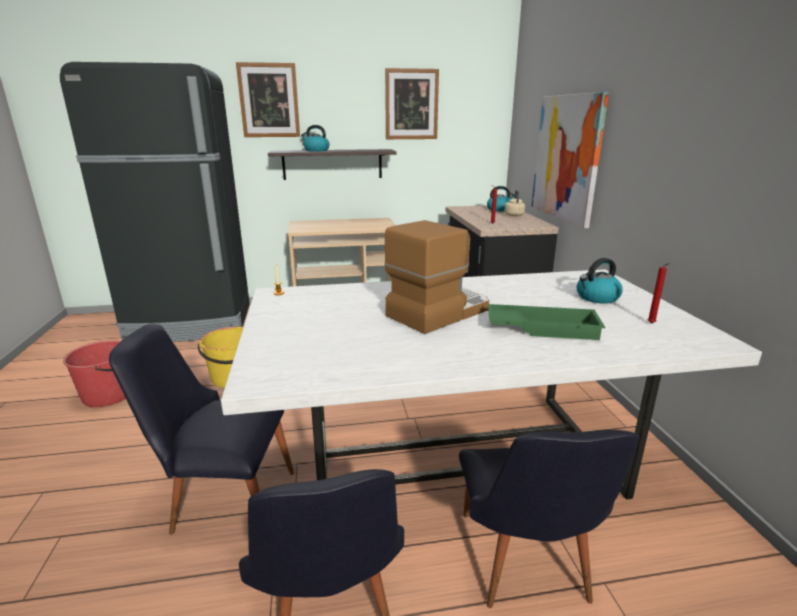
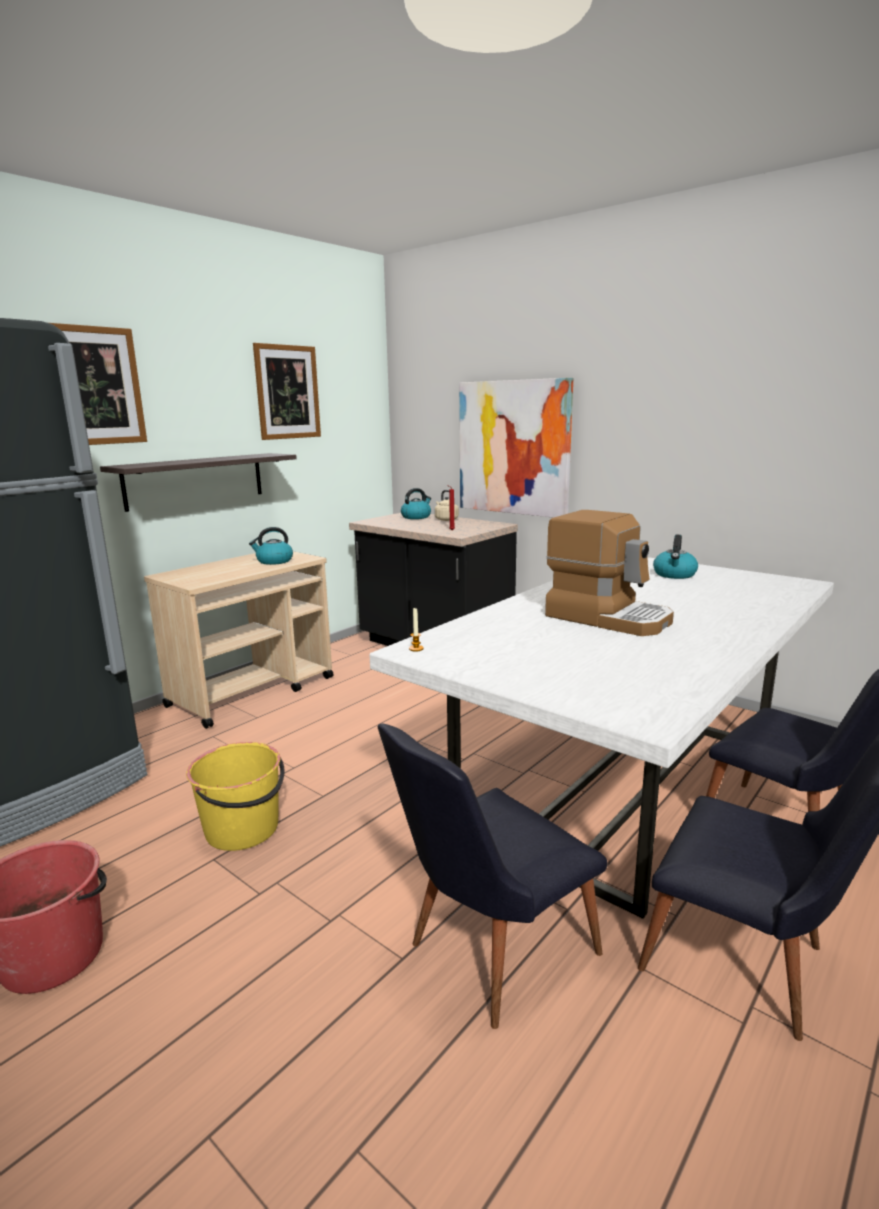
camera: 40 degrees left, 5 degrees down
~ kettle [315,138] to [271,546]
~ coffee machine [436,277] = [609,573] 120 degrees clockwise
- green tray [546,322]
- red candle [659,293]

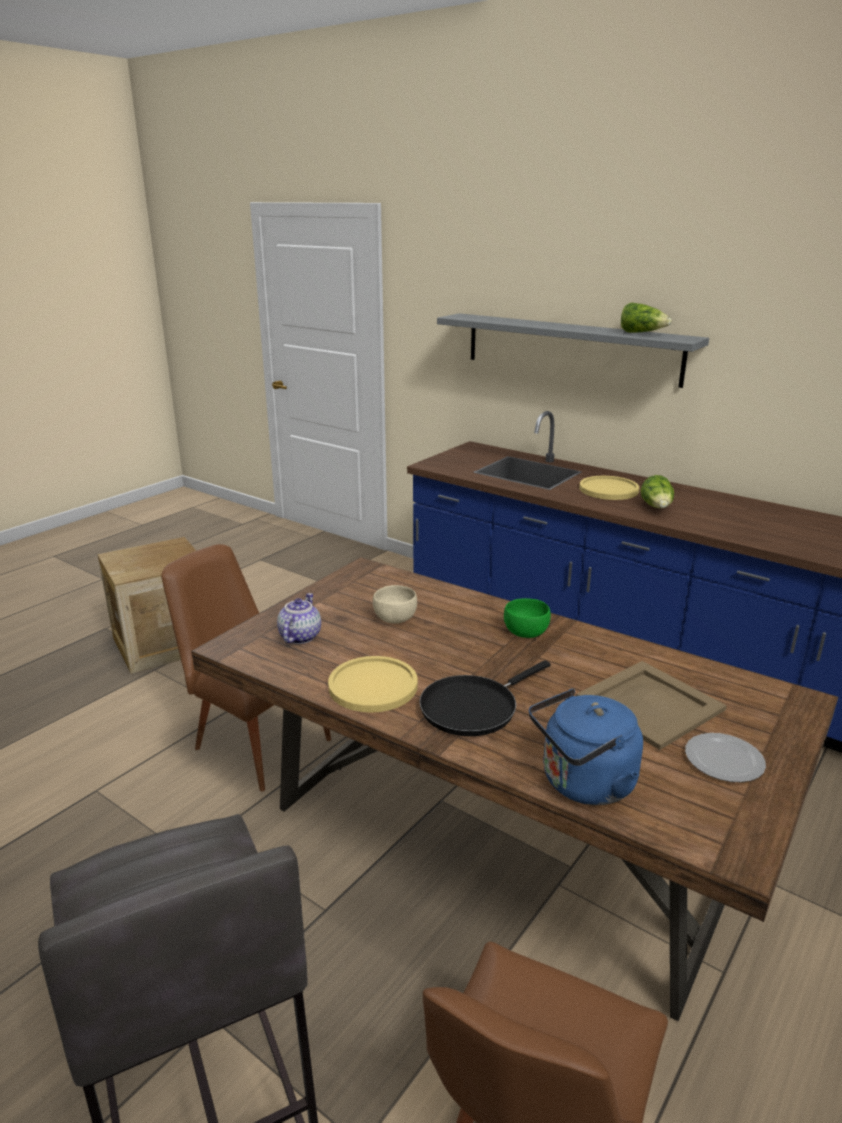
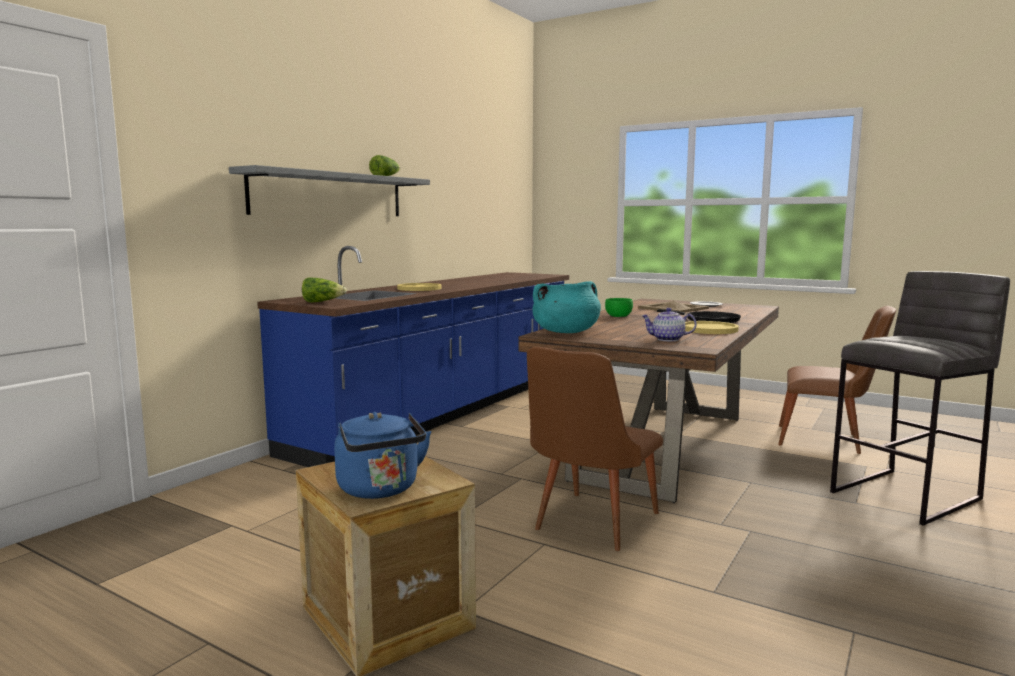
camera: 95 degrees left, 15 degrees down
- beige bowl [395,604]
~ blue kettle [586,747] to [382,455]
~ lettuce [657,491] to [324,289]
+ turquoise cooking pot [566,307]

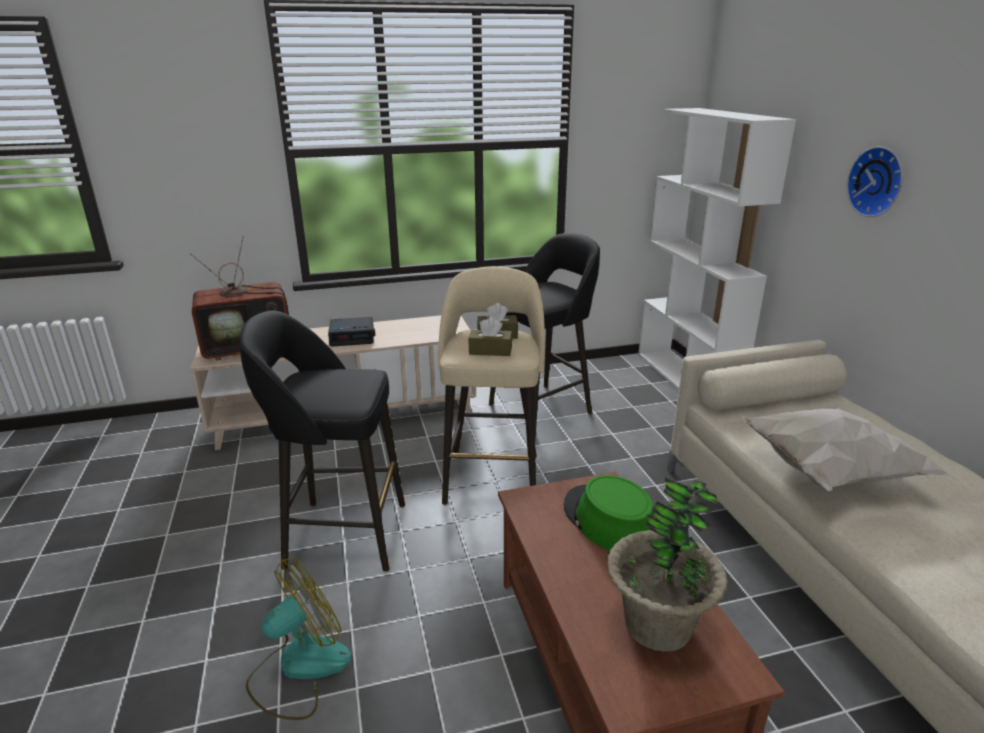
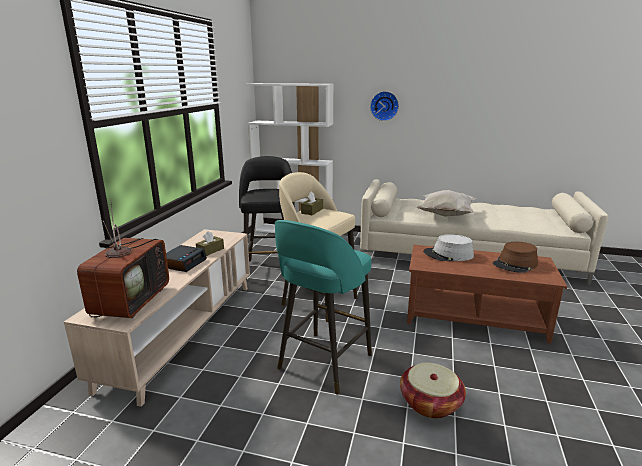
camera: 60 degrees left, 5 degrees down
~ black stool [322,441] to turquoise stool [323,307]
~ fan [299,639] to basket [433,390]
~ brown tissue box [490,336] to [210,243]
~ green hat [609,513] to grey hat [448,247]
~ potted plant [667,565] to brown hat [515,257]

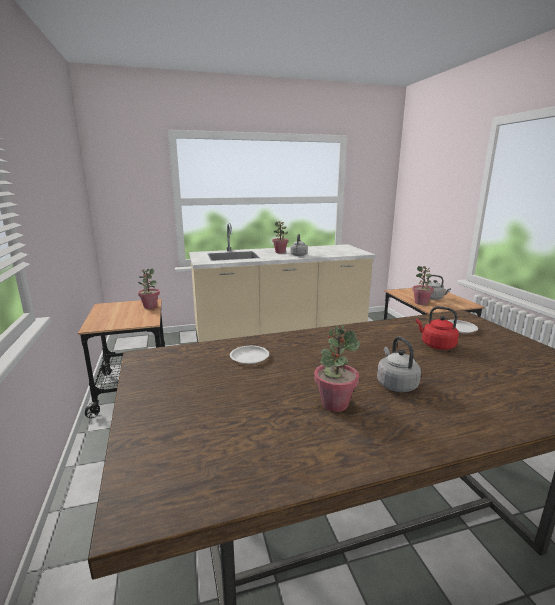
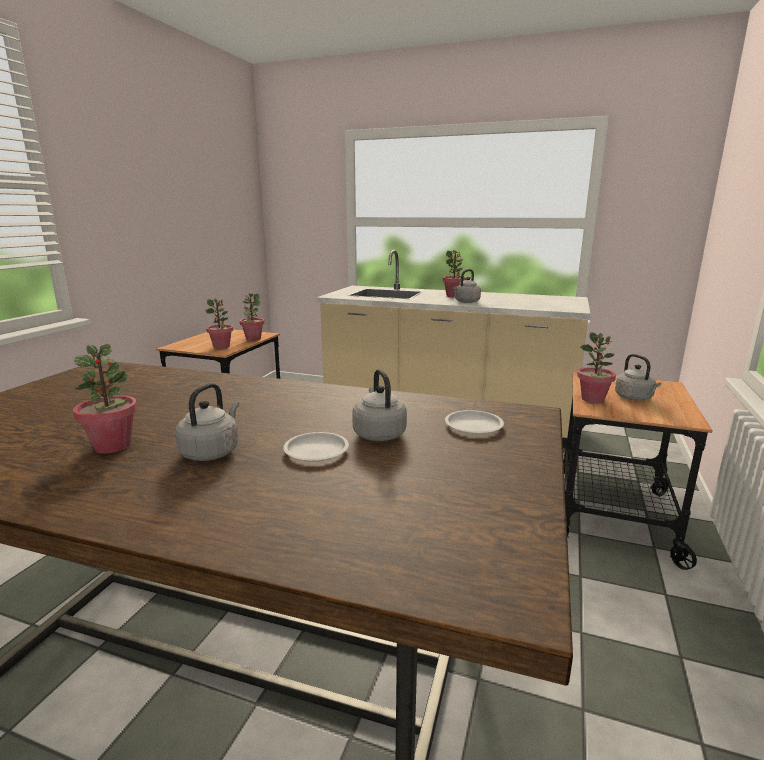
camera: 35 degrees right, 0 degrees up
~ white plate [249,355] to [316,447]
~ red kettle [437,328] to grey kettle [379,405]
+ potted plant [219,323]

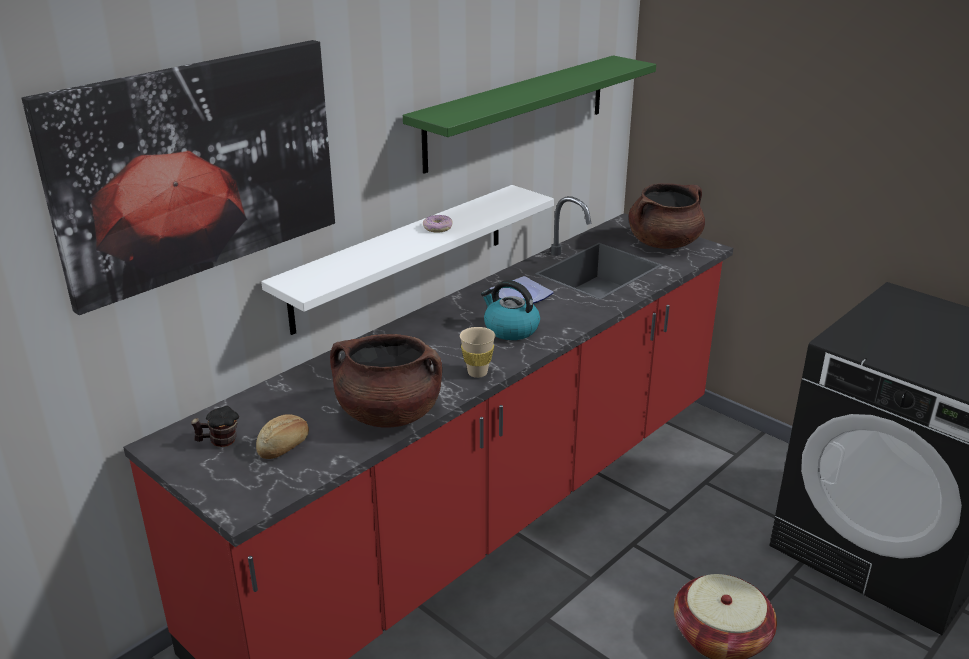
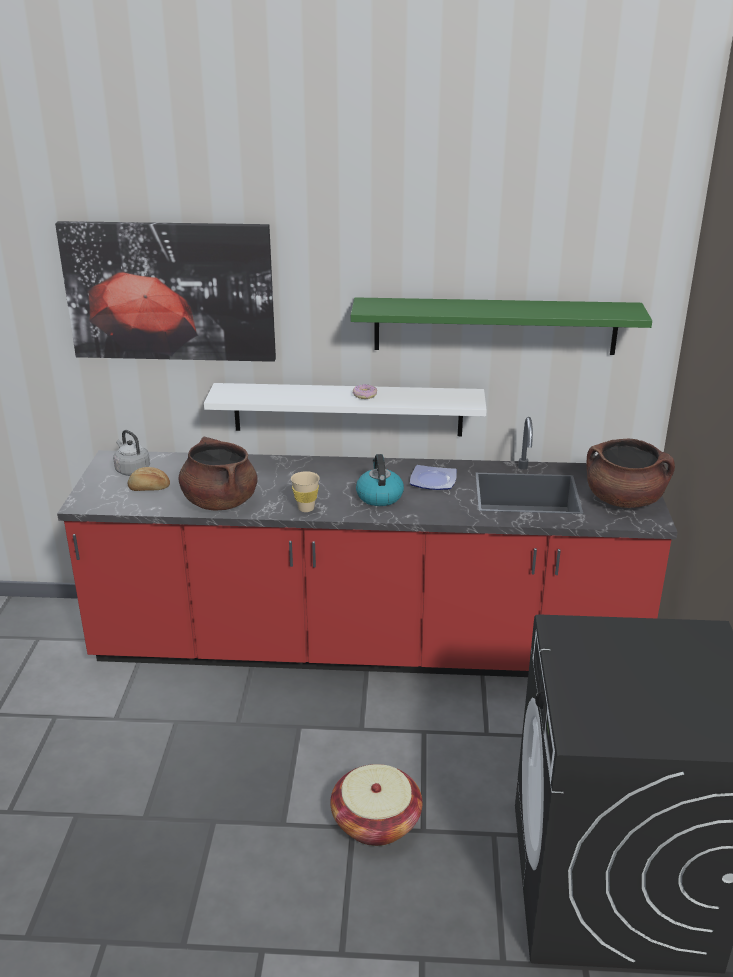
camera: 50 degrees right, 0 degrees up
~ mug [215,426] to grey kettle [131,453]

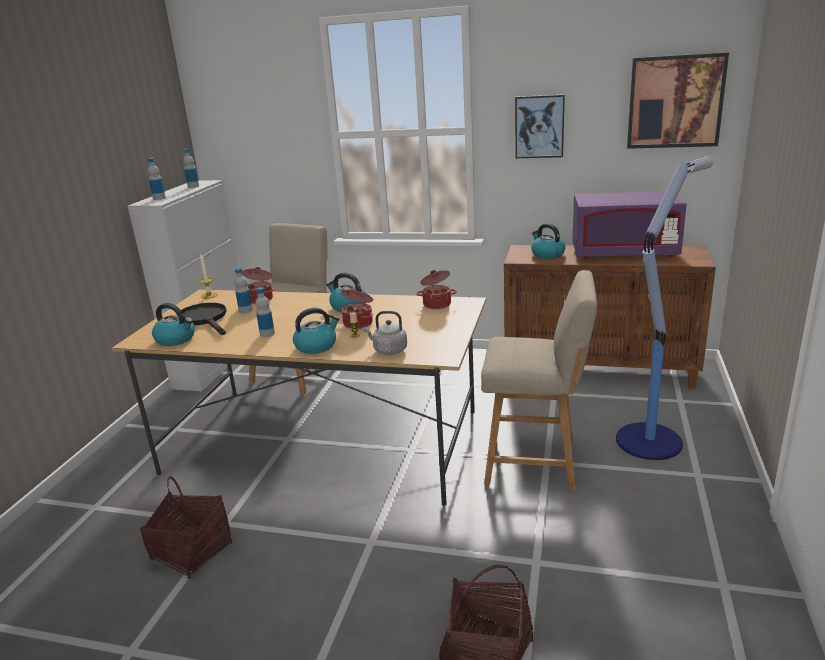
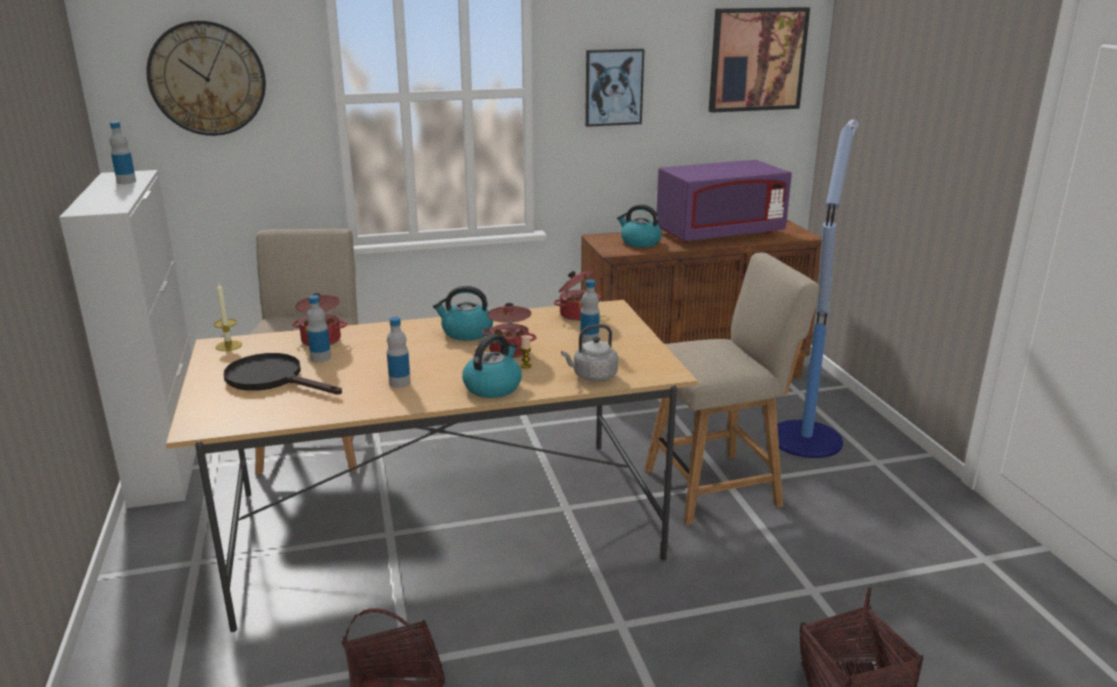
camera: 30 degrees left, 0 degrees up
~ bottle [157,179] to [590,311]
- kettle [173,324]
+ wall clock [206,78]

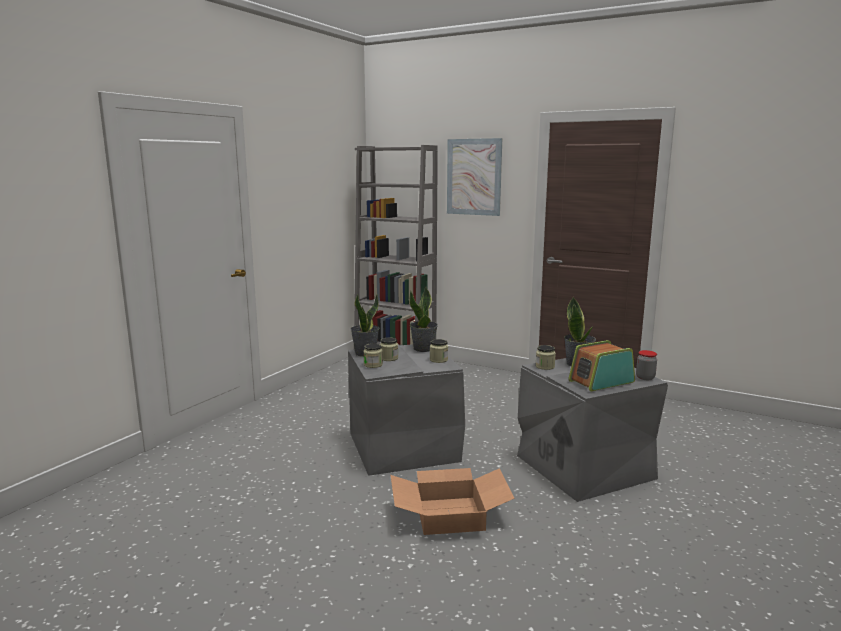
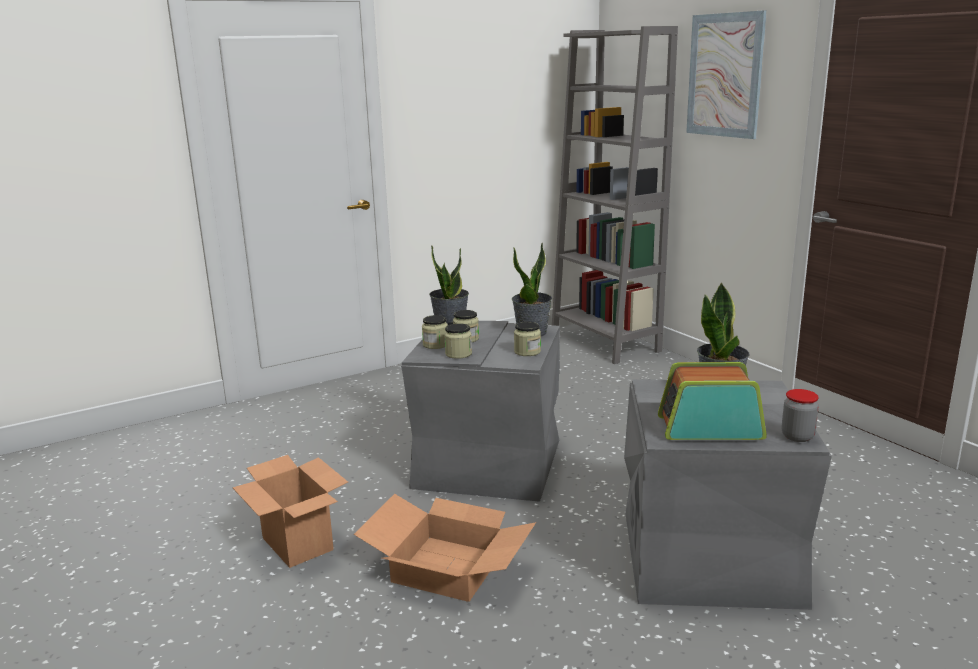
camera: 30 degrees right, 5 degrees up
~ jar [546,357] to [458,341]
+ cardboard box [290,511]

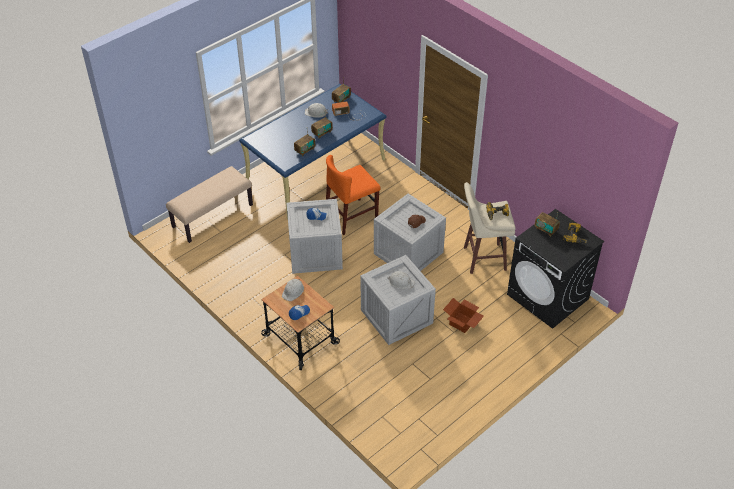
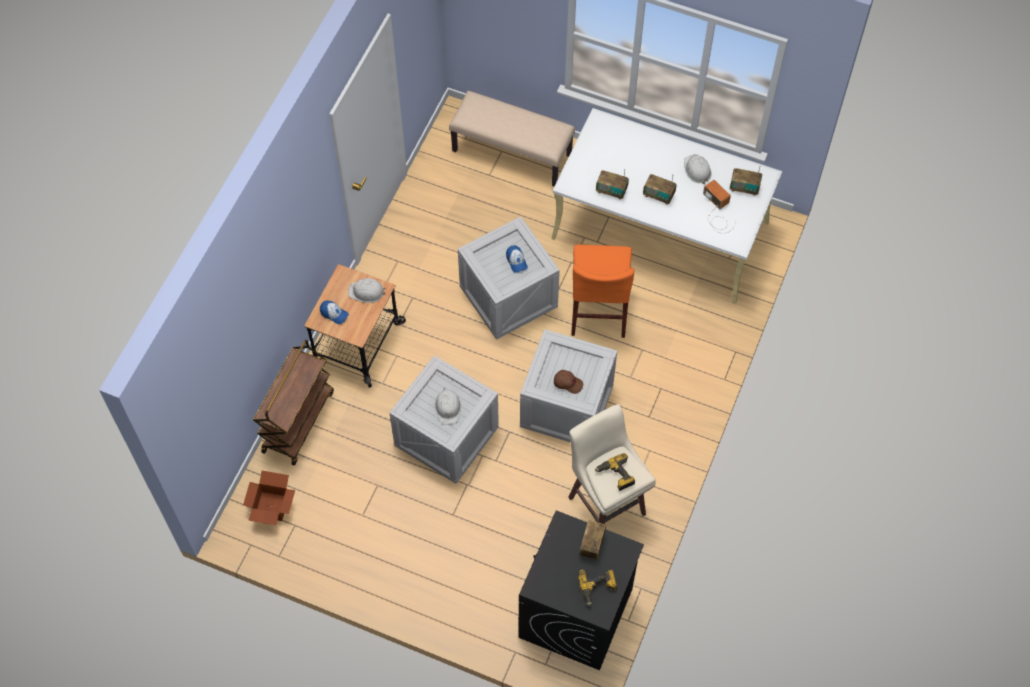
camera: 65 degrees right, 15 degrees up
~ blue desk [312,151] to white desk [666,206]
~ orange chair [353,195] = [602,291] 120 degrees counterclockwise
~ cardboard box [463,315] to [269,498]
+ brown cart [293,403]

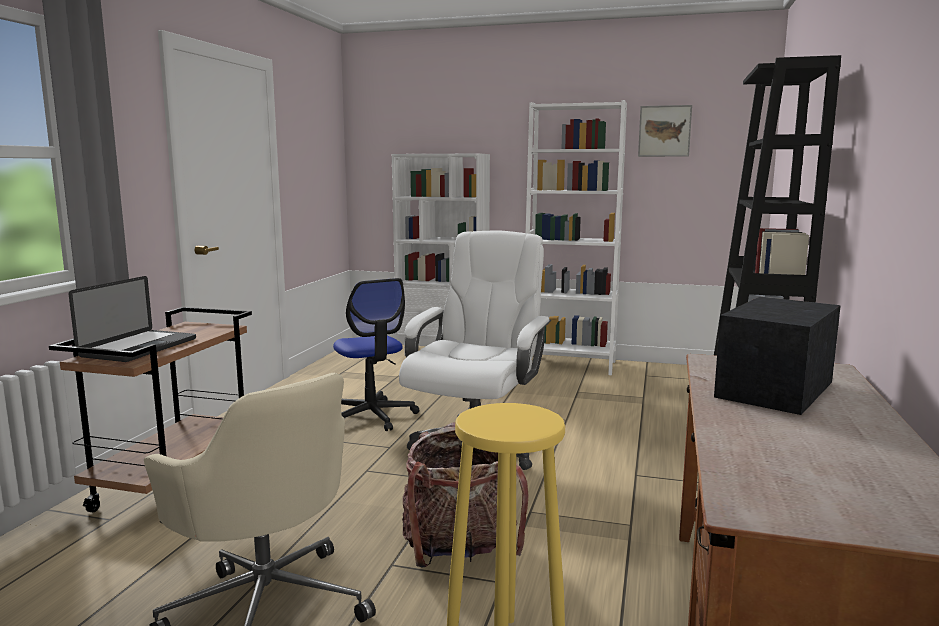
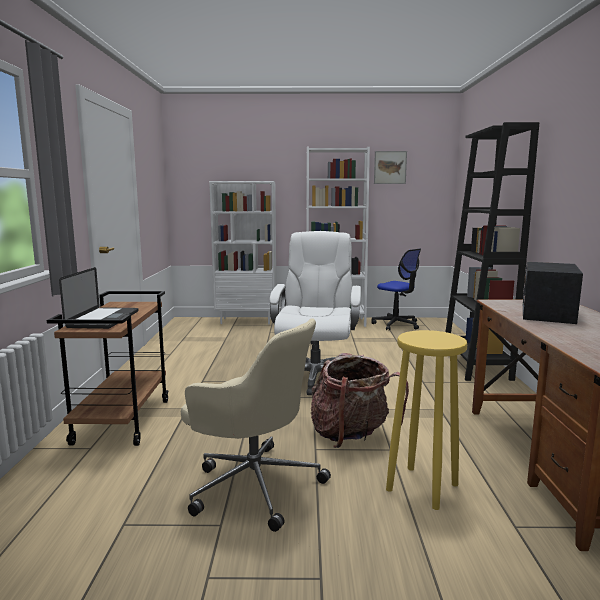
camera: 15 degrees left, 0 degrees up
~ office chair [376,354] to [396,290]

